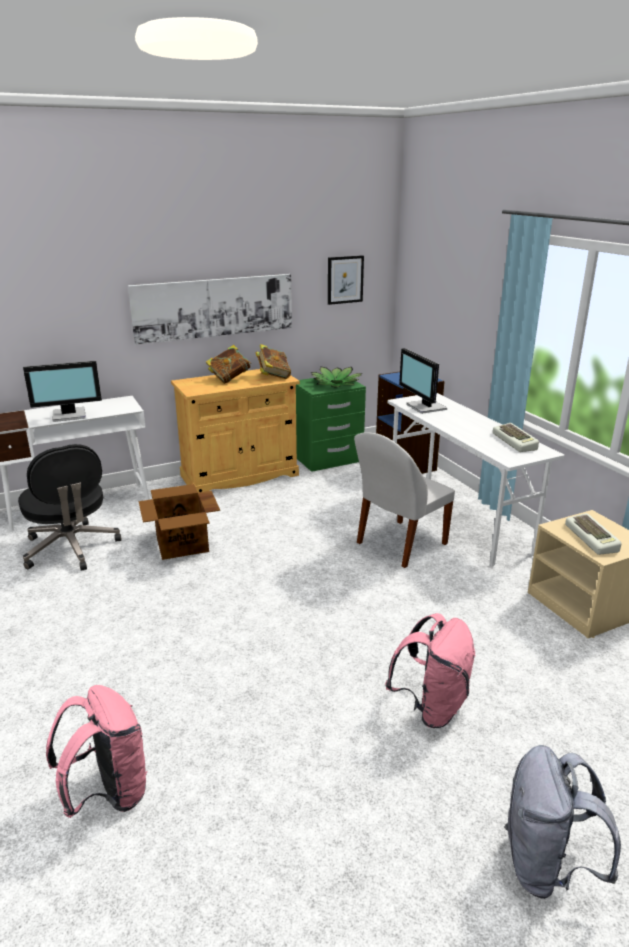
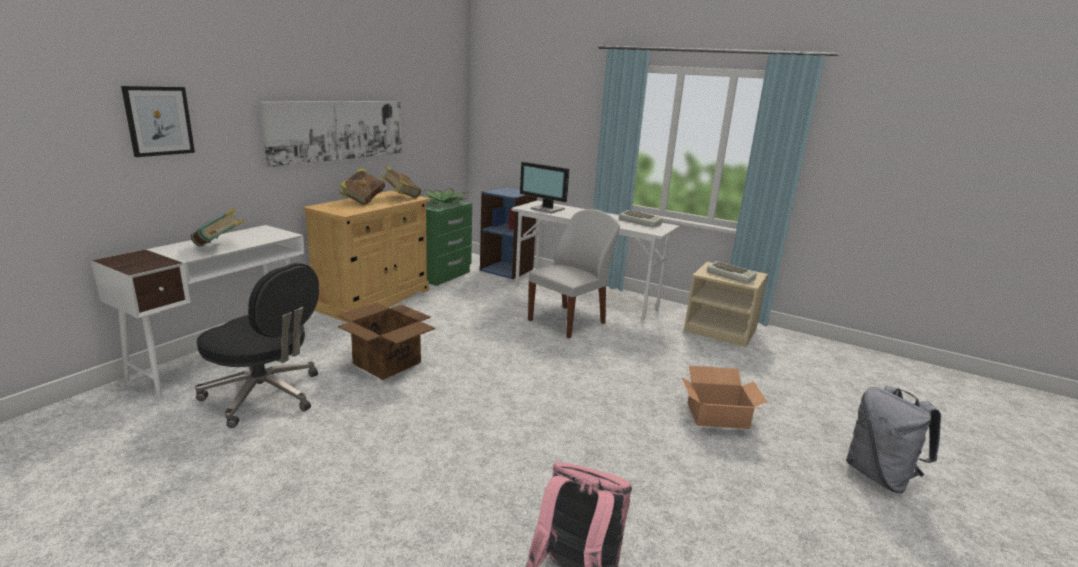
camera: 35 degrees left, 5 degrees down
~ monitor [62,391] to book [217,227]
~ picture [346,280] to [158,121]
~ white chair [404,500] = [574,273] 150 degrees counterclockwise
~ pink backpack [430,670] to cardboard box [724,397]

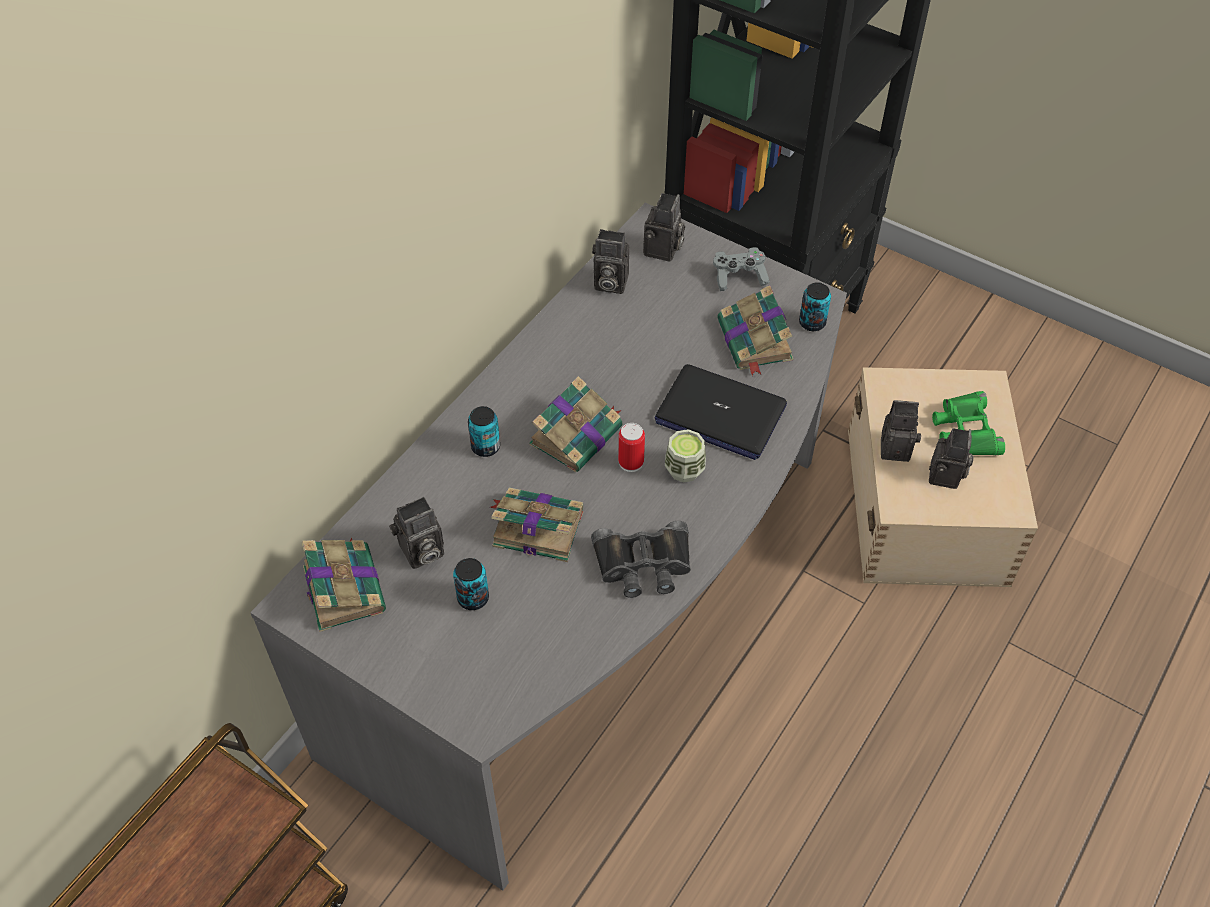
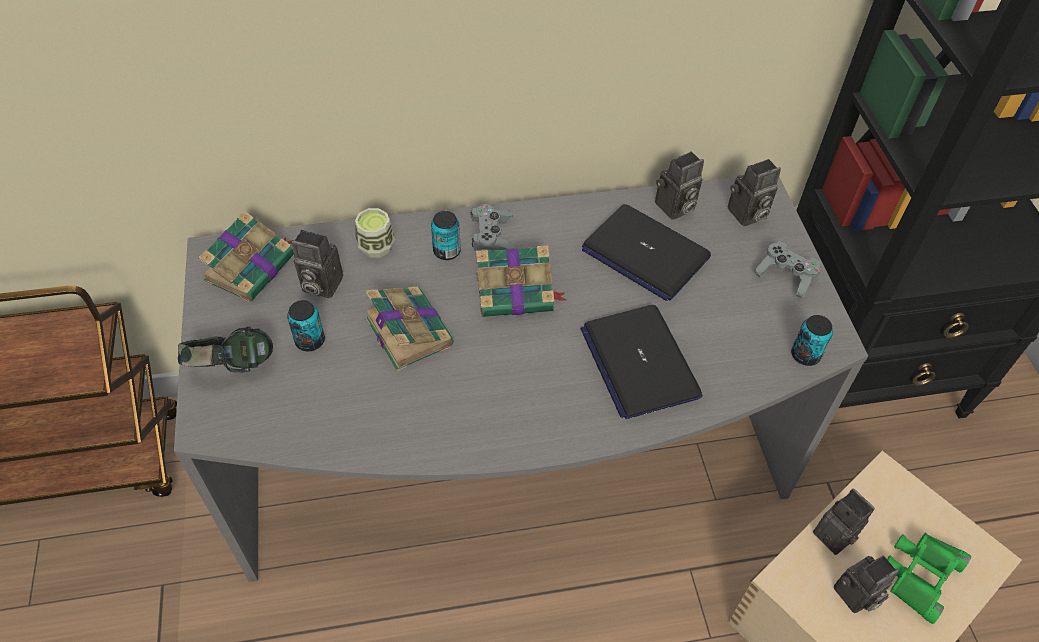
camera: 45 degrees right, 0 degrees up
- black binoculars [641,559]
~ photo camera [610,261] = [679,185] 90 degrees counterclockwise
- can [631,447]
~ cup [685,456] to [375,233]
- book [755,330]
+ headphones [225,350]
+ grey game controller [492,227]
+ laptop [646,252]

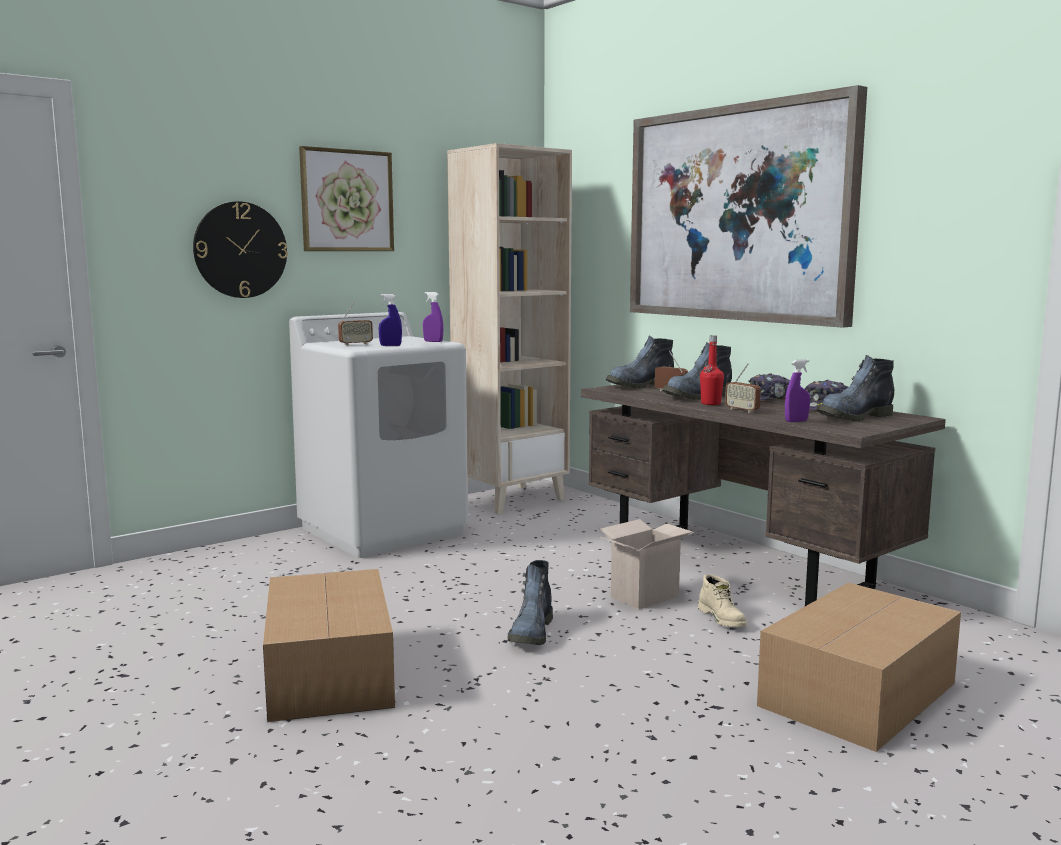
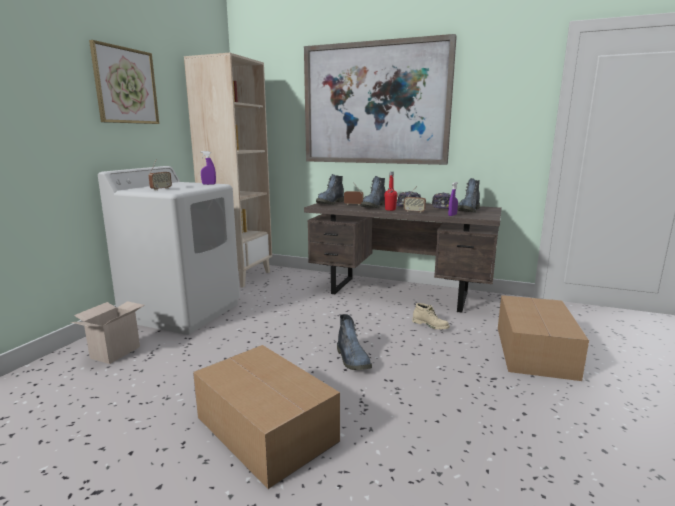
camera: 30 degrees left, 5 degrees up
- wall clock [240,249]
- blue spray bottle [390,320]
~ cardboard box [646,564] to [108,332]

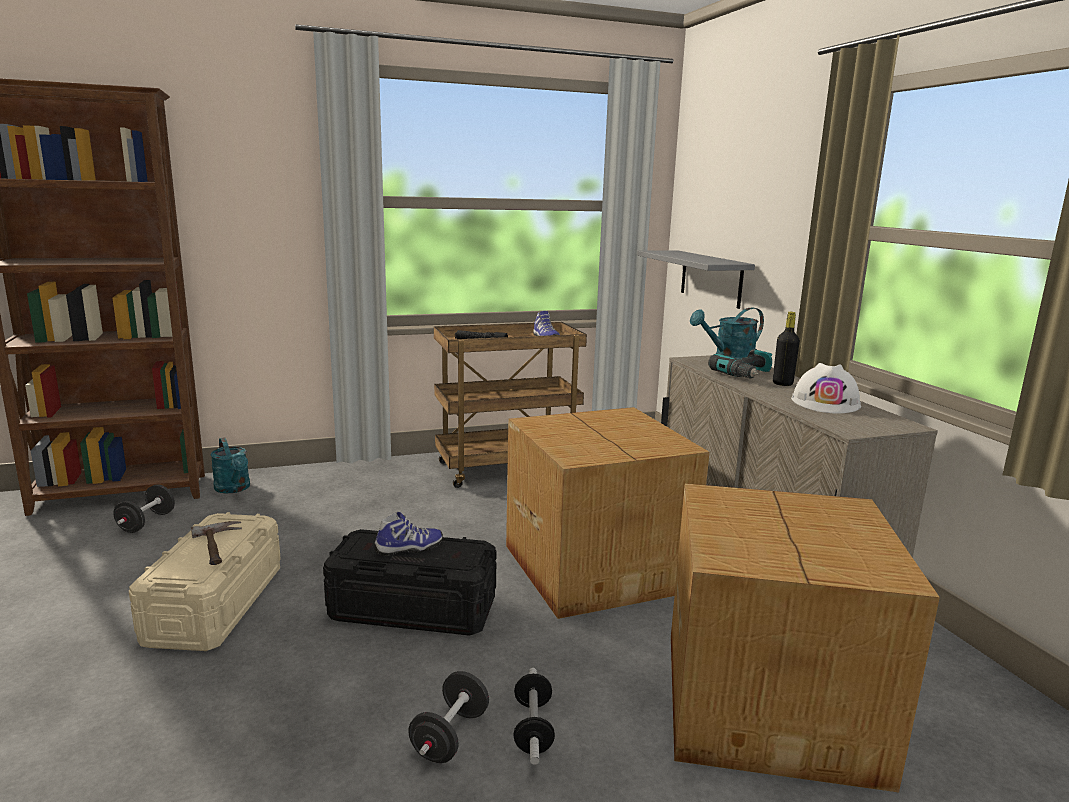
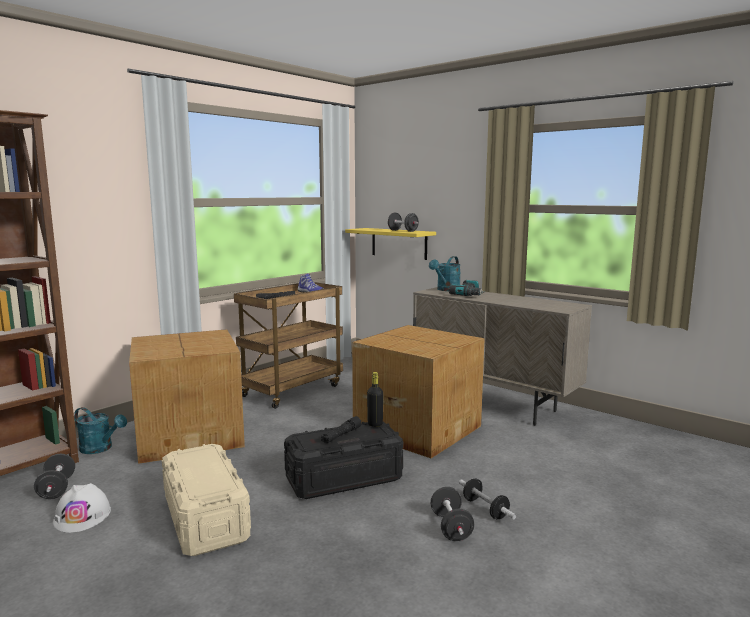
camera: 30 degrees left, 5 degrees down
- hammer [216,543]
~ shoe [408,534] to black flashlight [341,429]
~ grey shelf [696,279] to yellow shelf [390,244]
~ cardboard box [805,637] to [187,396]
~ black bottle [786,349] to [375,399]
~ white hard hat [826,388] to [82,508]
+ black dumbbell [403,222]

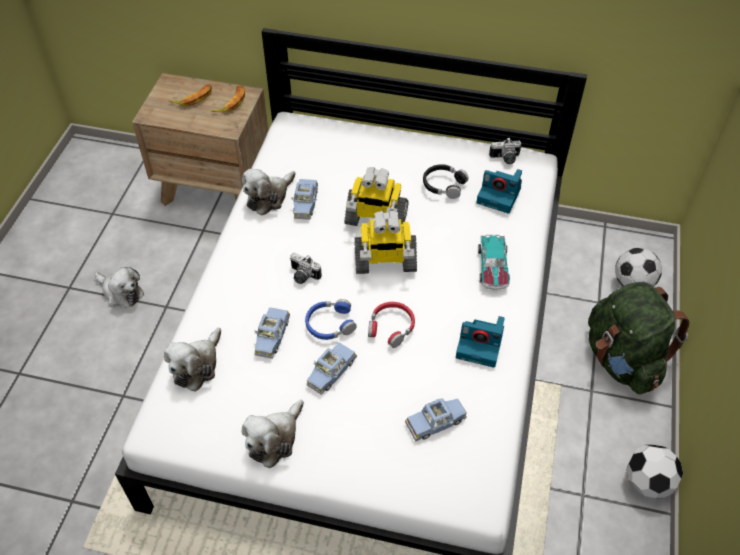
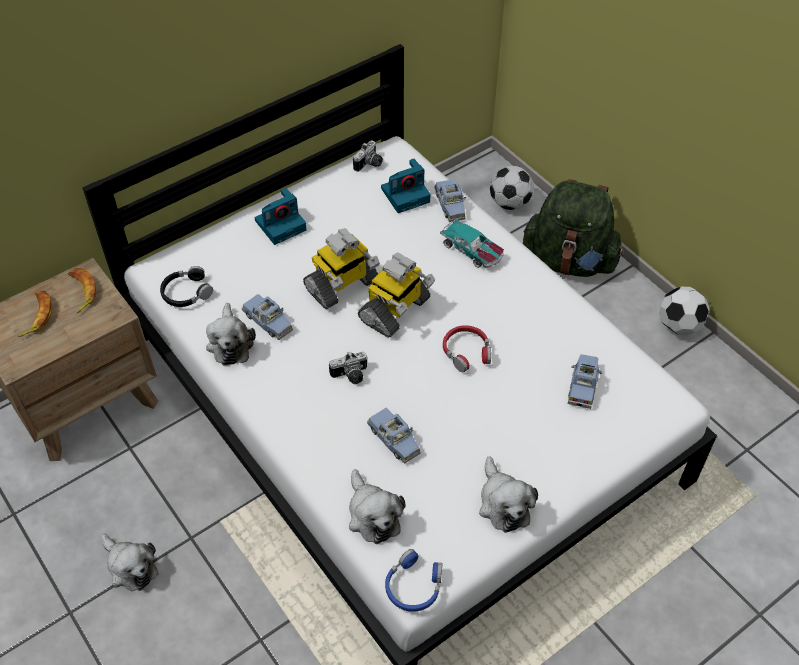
camera: 50 degrees left, 0 degrees up
~ plush toy [119,287] = [129,562] 60 degrees clockwise
~ blue headphones [331,319] to [414,580]
~ blue toy car [332,368] to [450,200]
~ black headphones [446,181] to [186,286]
~ photo camera [480,342] to [281,216]

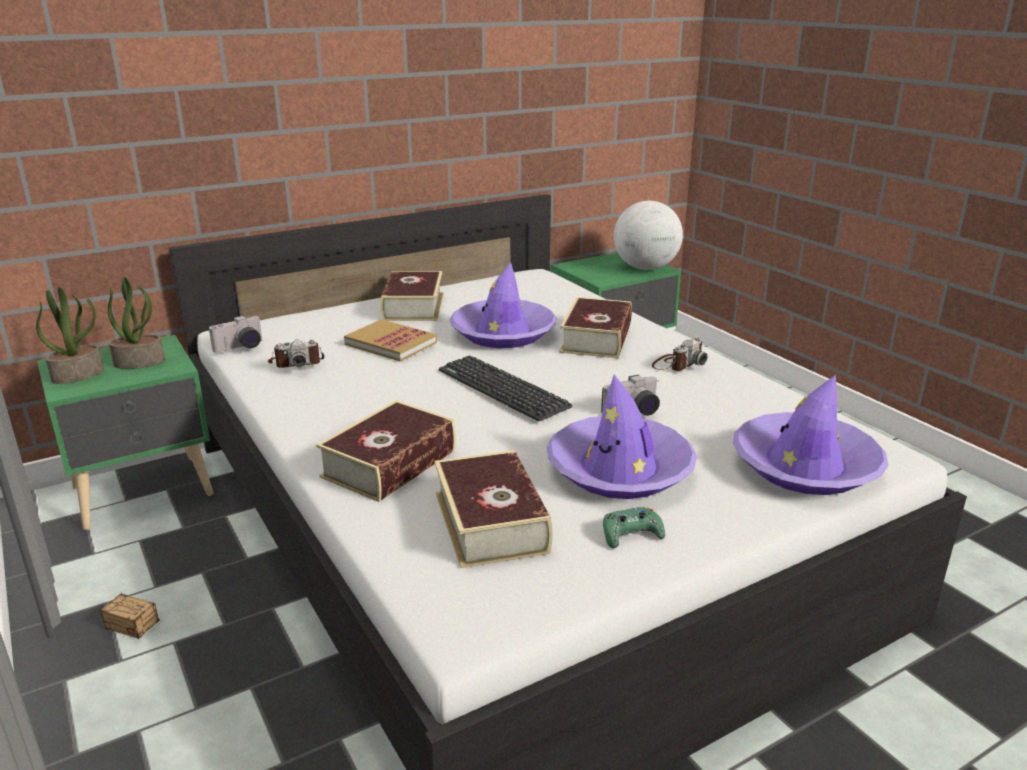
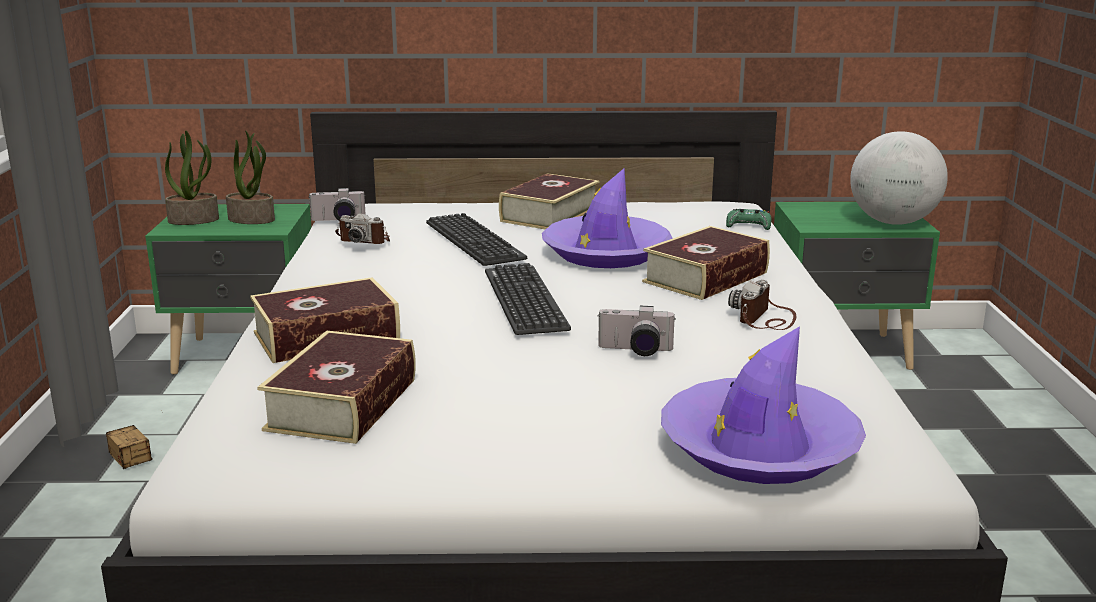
camera: 30 degrees right, 5 degrees down
~ book [390,340] to keyboard [476,239]
- purple hat [622,436]
~ green game controller [634,527] to [748,219]
~ photo camera [679,354] = [762,305] 135 degrees clockwise

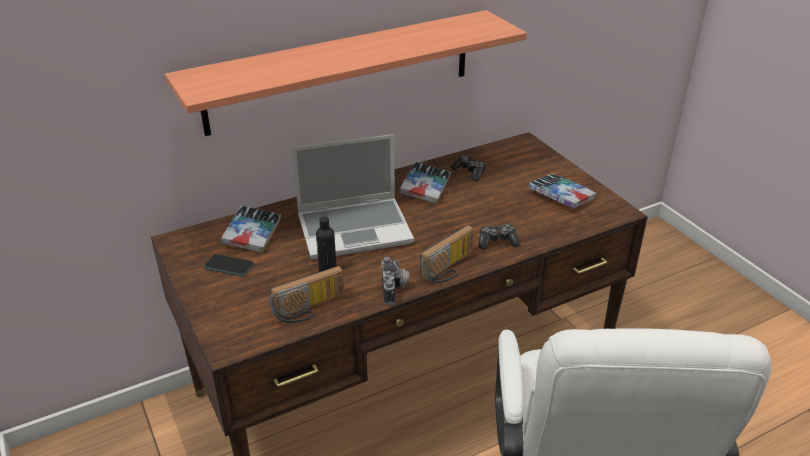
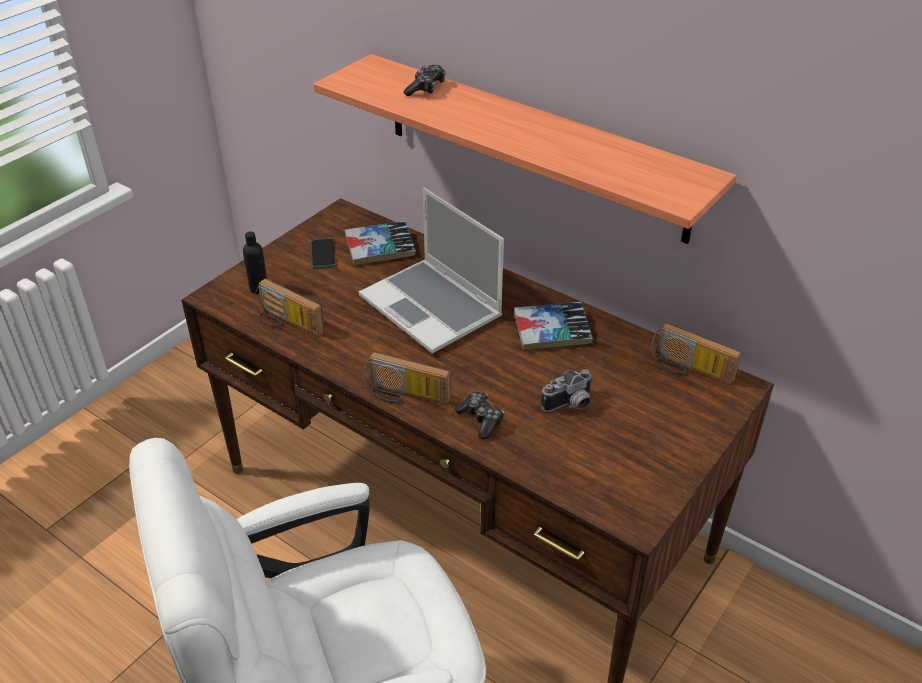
camera: 65 degrees right, 5 degrees up
~ black bottle [326,244] to [255,262]
~ photo camera [395,281] to [567,390]
~ game controller [468,168] to [424,80]
- book [562,191]
+ radio [696,353]

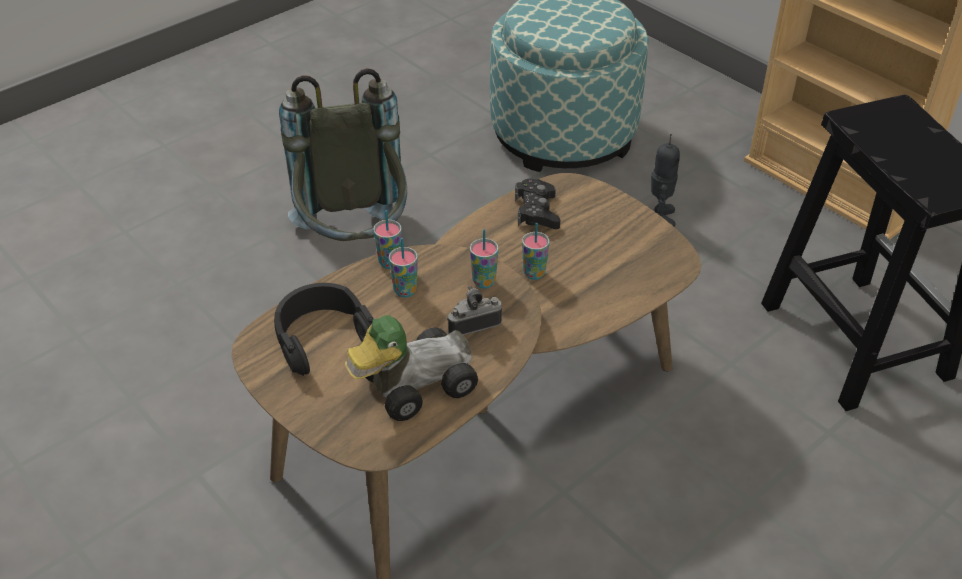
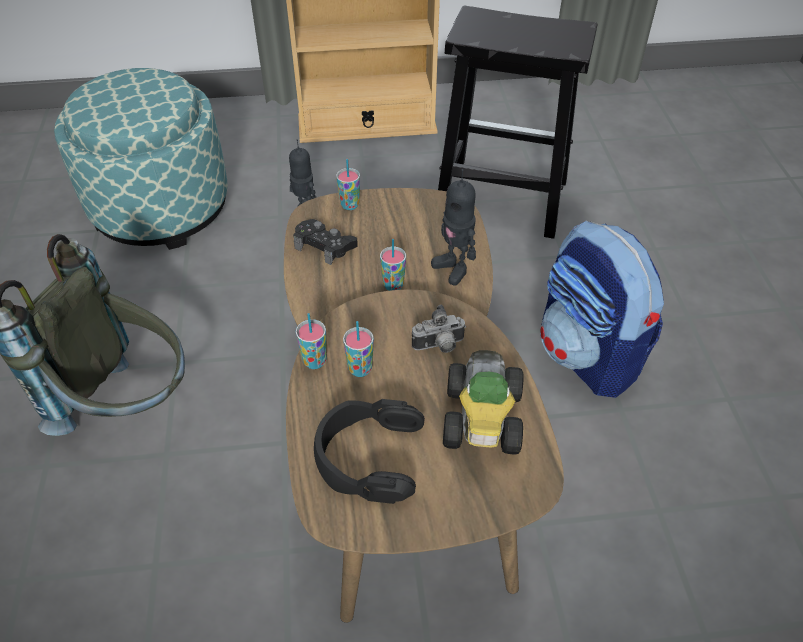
camera: 55 degrees left, 5 degrees up
~ photo camera [474,310] = [439,329] 120 degrees counterclockwise
~ cup [484,259] to [348,184]
+ toy robot [453,227]
+ backpack [602,309]

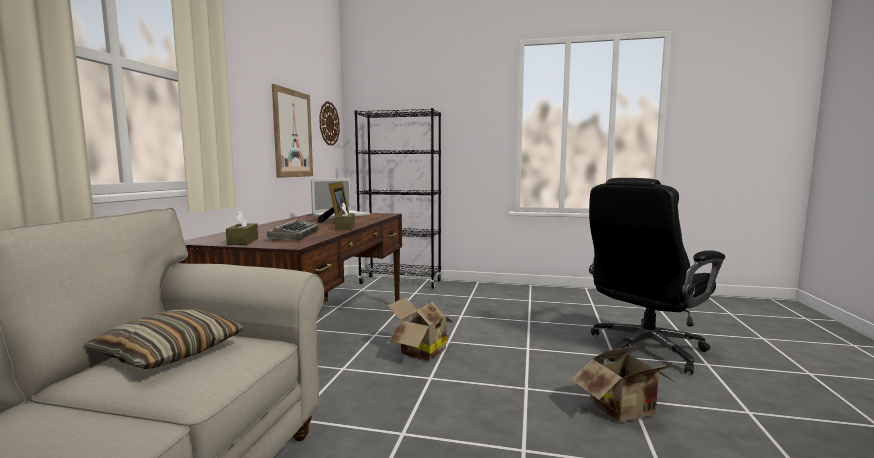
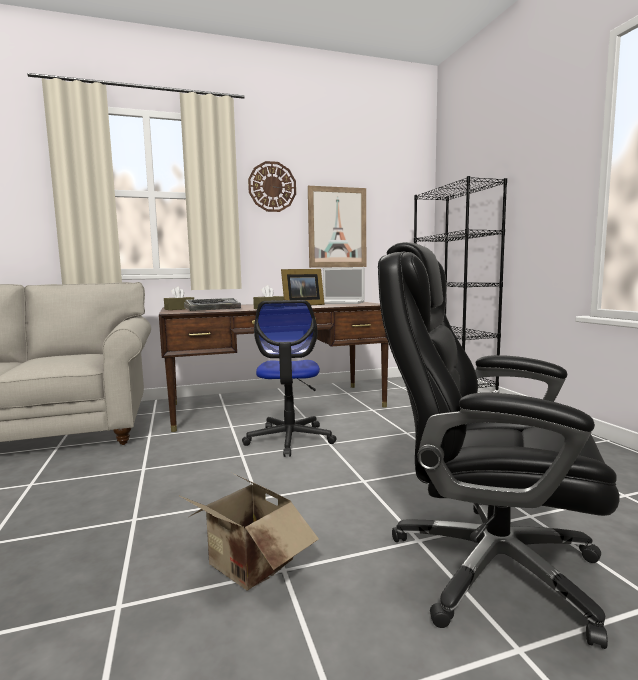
camera: 60 degrees right, 0 degrees up
- pillow [164,339]
~ wall clock [329,123] to [272,186]
~ cardboard box [420,329] to office chair [289,378]

